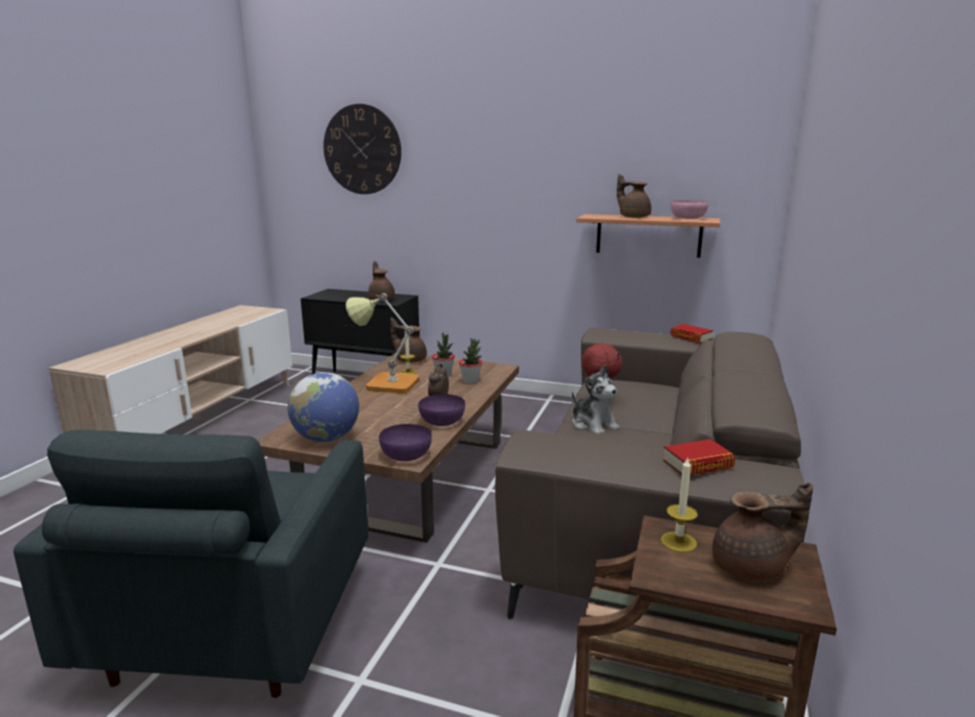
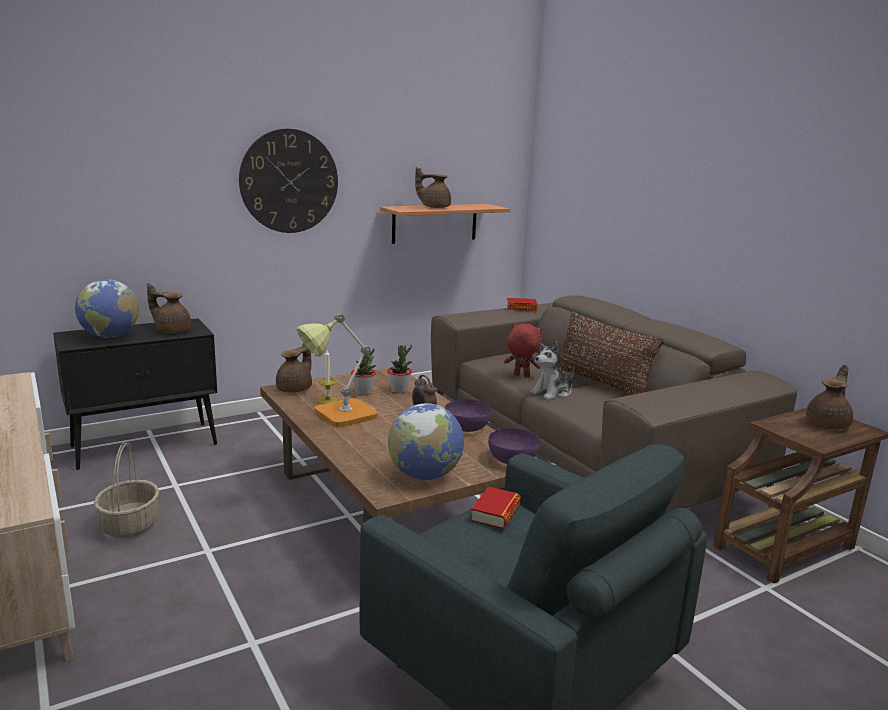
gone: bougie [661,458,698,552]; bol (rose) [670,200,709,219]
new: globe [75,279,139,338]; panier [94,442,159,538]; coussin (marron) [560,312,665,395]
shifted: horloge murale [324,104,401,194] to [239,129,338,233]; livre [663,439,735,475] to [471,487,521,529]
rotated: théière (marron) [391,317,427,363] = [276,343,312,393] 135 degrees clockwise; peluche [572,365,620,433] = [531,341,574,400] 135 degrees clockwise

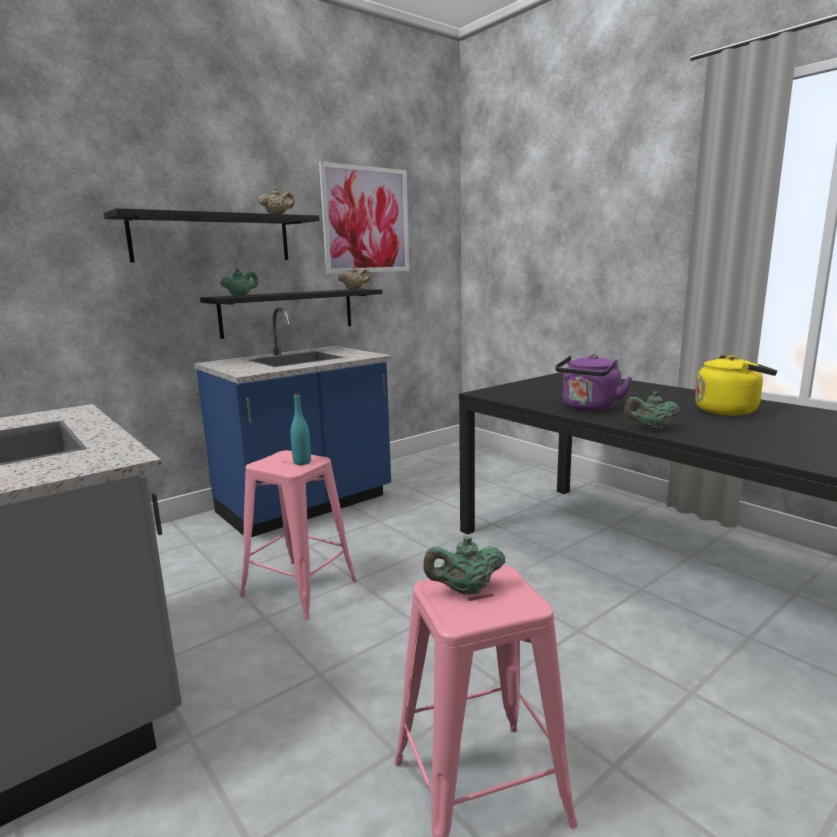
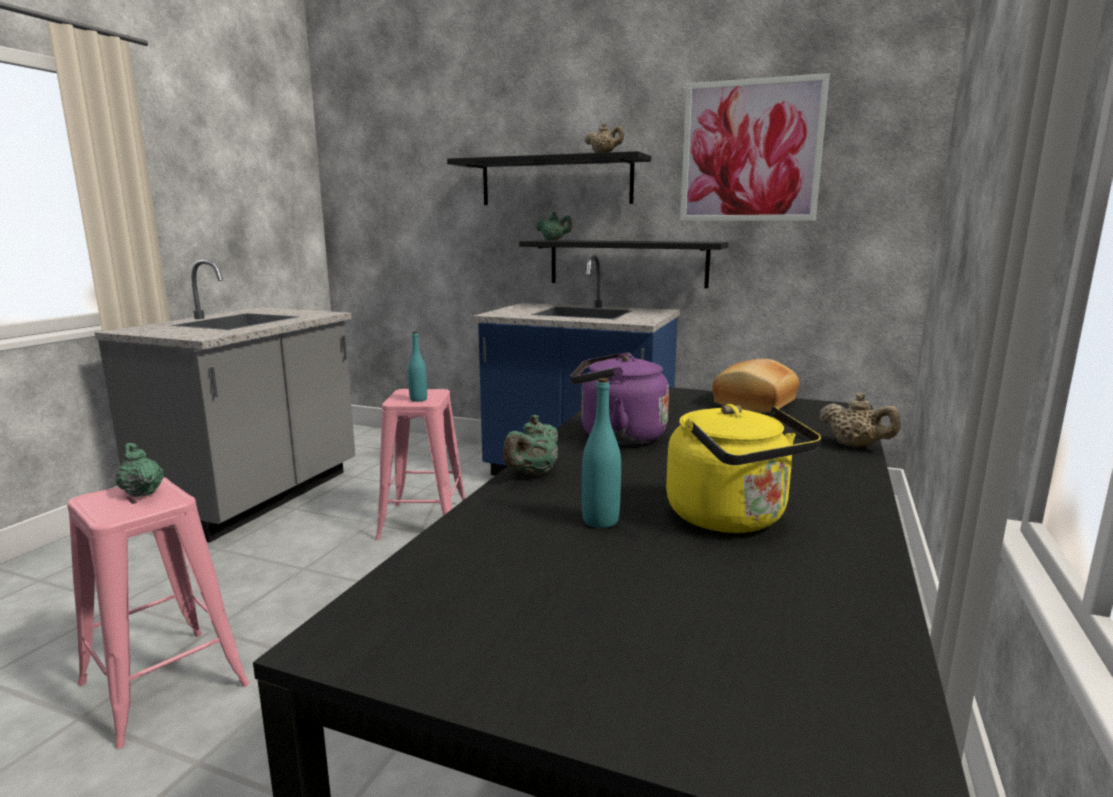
new: bouteille (turquoise) [582,378,621,528]; pain [712,359,799,413]
shifted: théière (beige) [338,265,370,289] to [819,393,901,448]
rotated: théière (vert) [624,391,680,430] = [503,415,558,476] 120 degrees counterclockwise

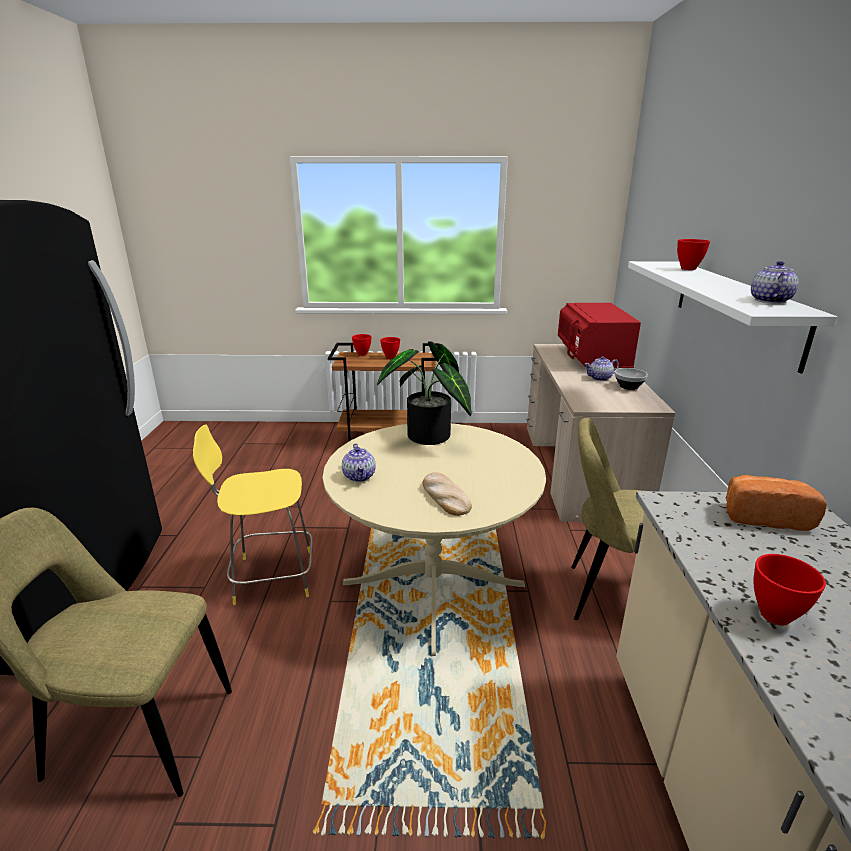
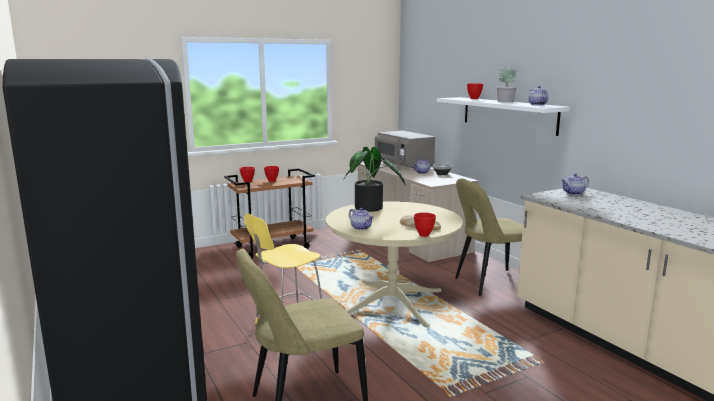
new: plante en pot [497,68,516,103]
shifted: bol (rouge) [754,554,826,625] to [414,213,436,237]
swapped: pain [725,475,827,531] to théière [561,173,589,195]
repainted: micro-ondes (rouge) [558,303,641,368] to micro-ondes (gris) [375,131,435,170]

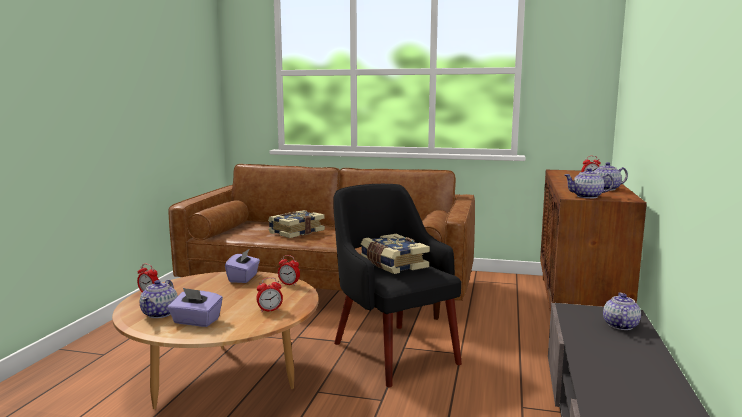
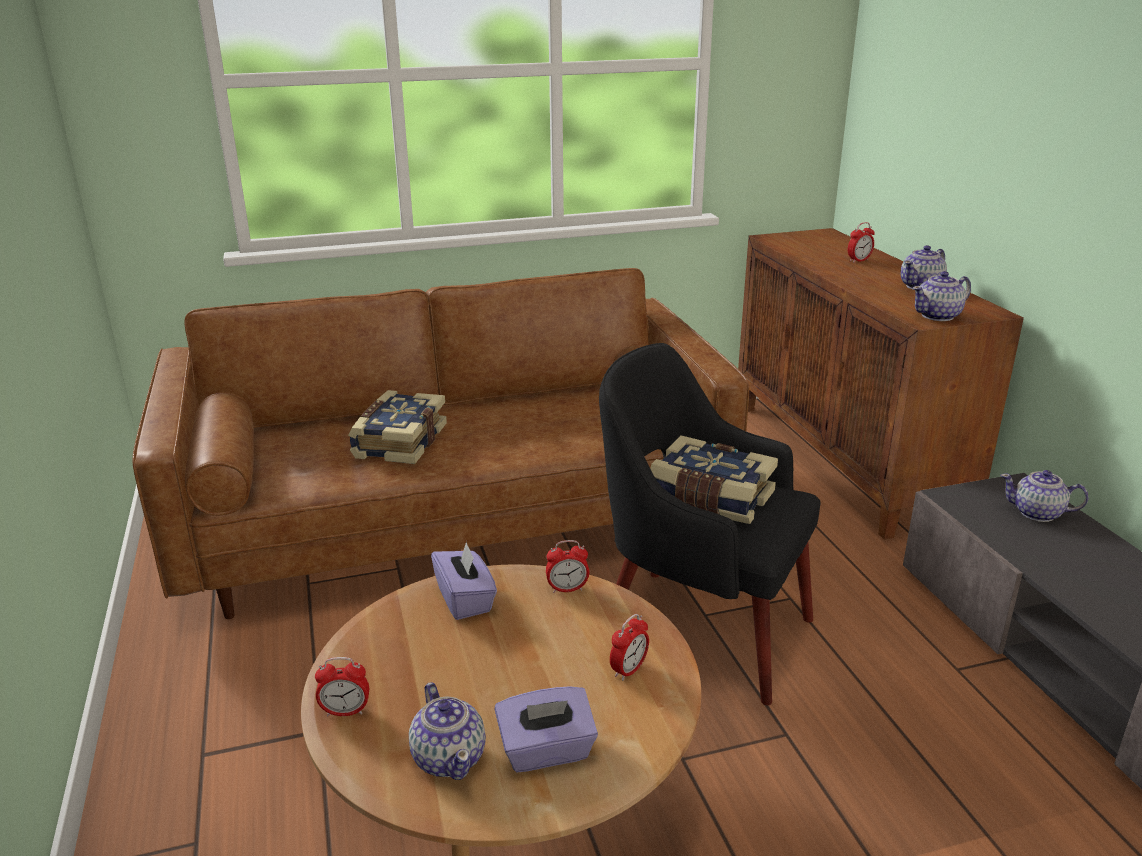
rotated: théière [603,293,641,330] = [1000,470,1089,522] 60 degrees counterclockwise

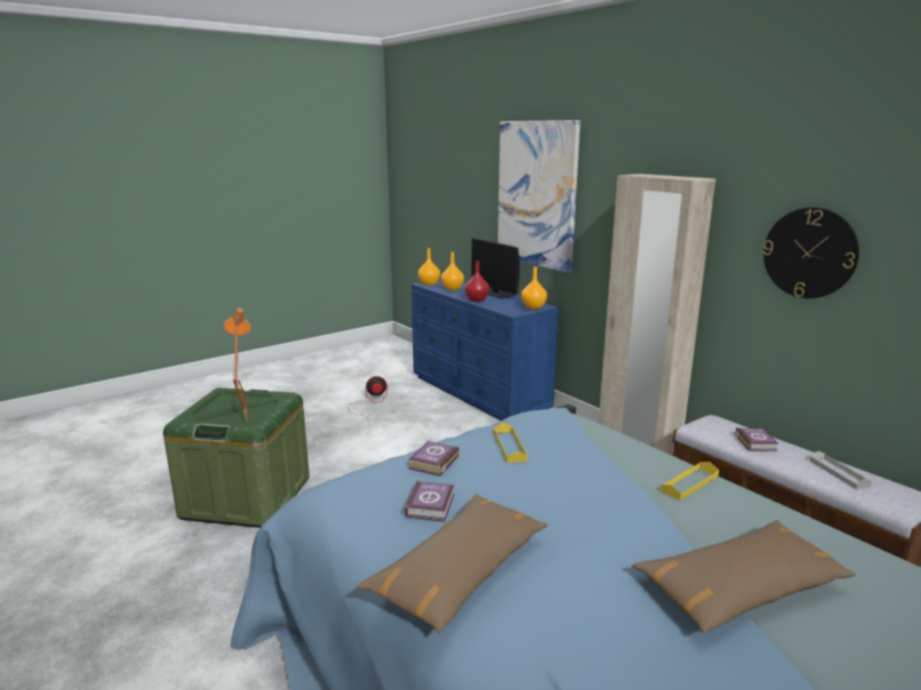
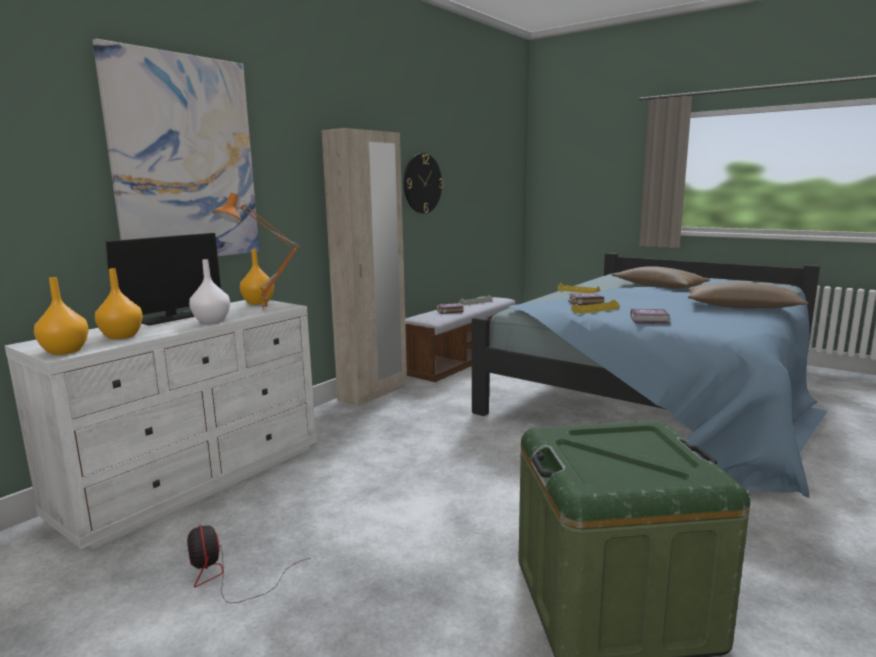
shifted: lampe de table (orange) [223,307,251,422] to [213,193,300,310]; livre [404,481,454,522] to [568,293,604,305]
repainted: commode (bleu) [411,279,559,421] to commode (blanc) [5,300,317,550]; vase (rouge) [465,261,489,302] to vase (blanc) [189,259,230,324]

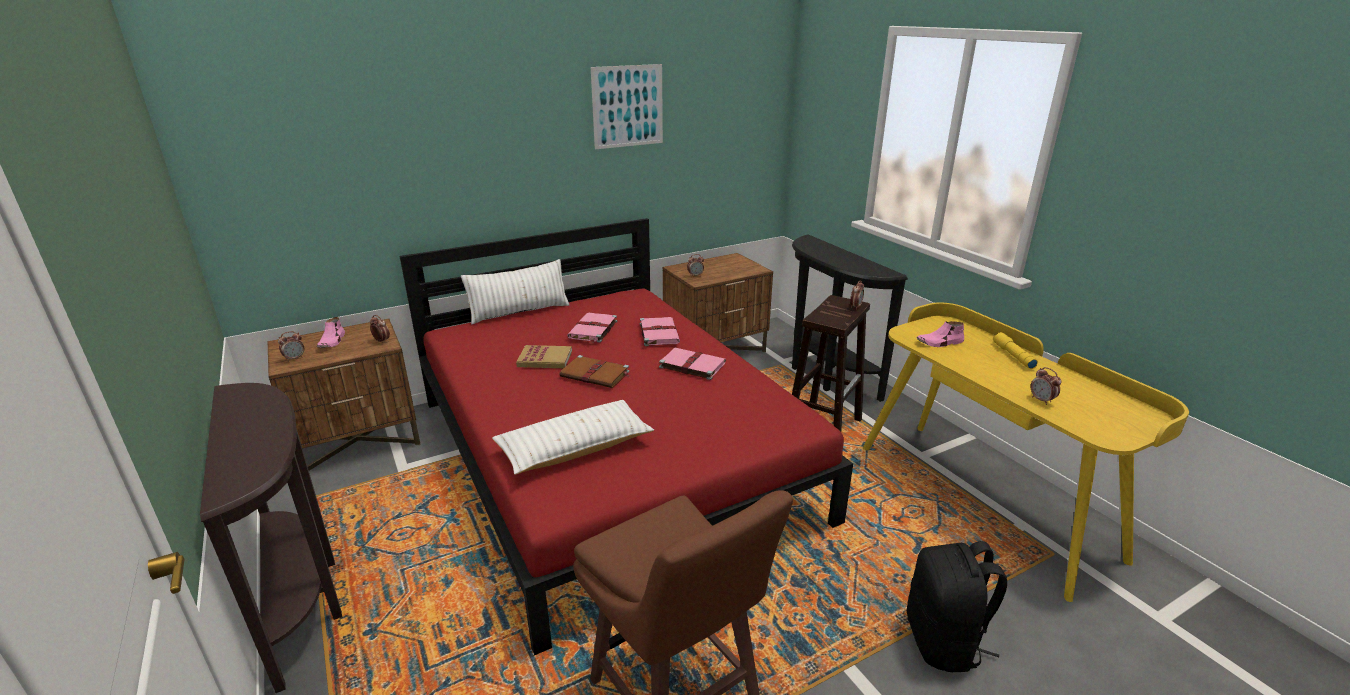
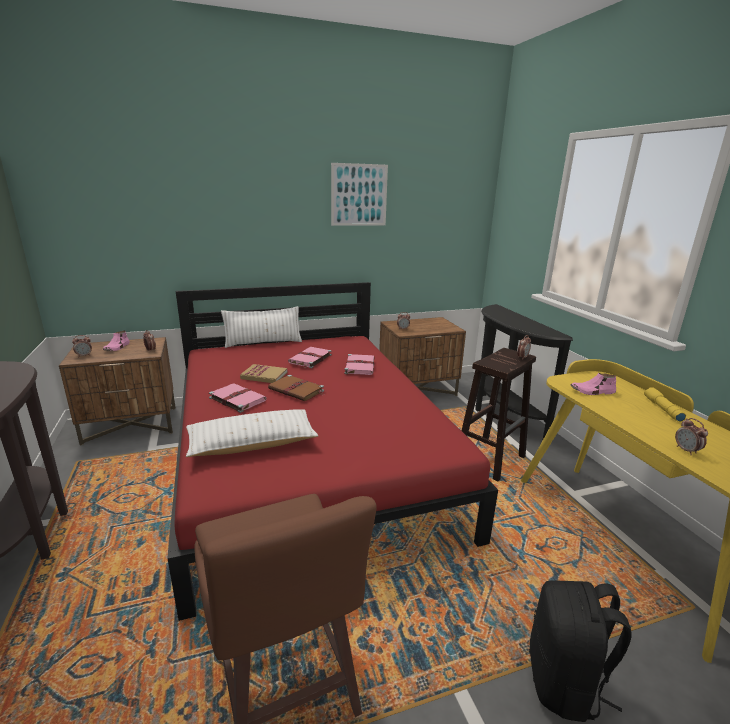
shifted: livre (rose) [657,348,726,380] to [209,383,267,413]

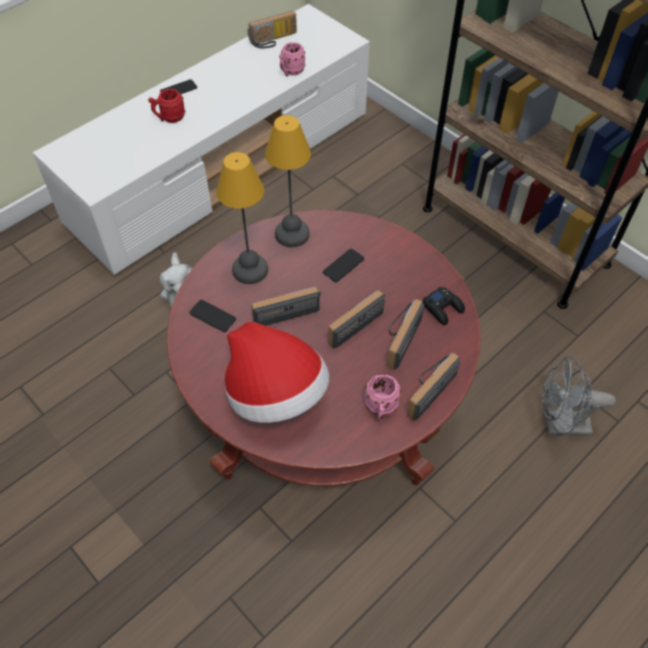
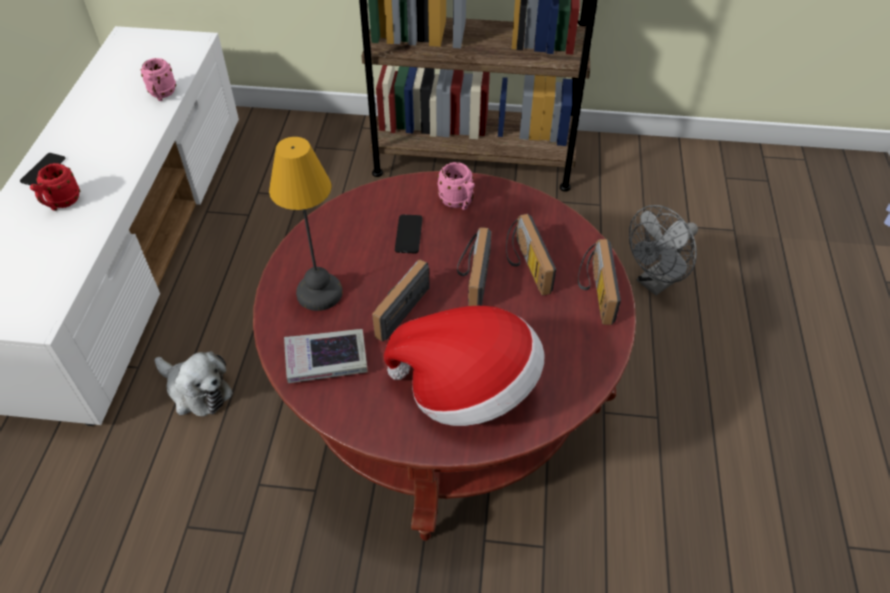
gone: radio [247,11,297,48]; lampe de table [265,115,311,247]; manette (noir) [423,287,465,325]
shifted: mug (rose) [365,374,401,420] to [437,162,475,210]
swapped: téléphone [189,300,236,332] to livre [284,329,368,383]

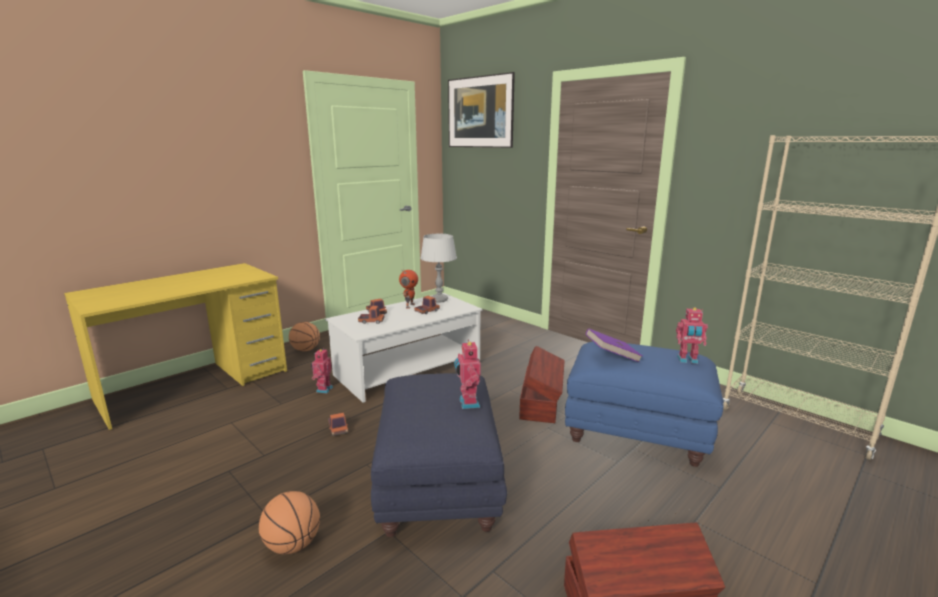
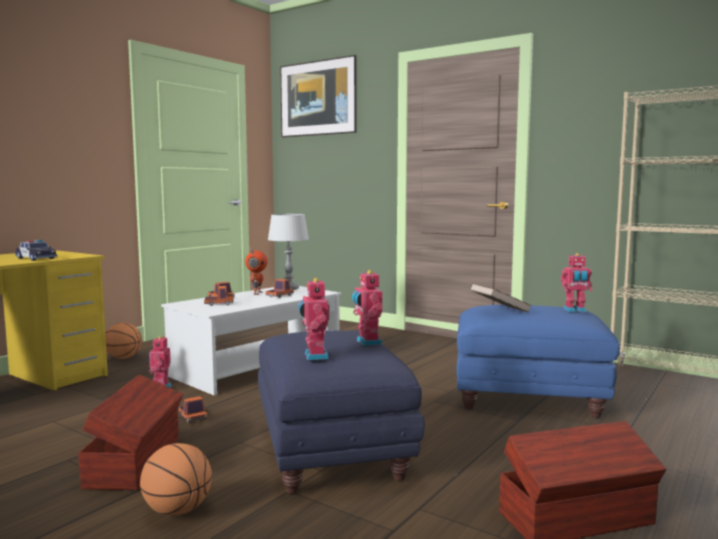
new: petite voiture [15,240,57,261]; robot jouet [298,278,329,360]
shifted: boîte de rangement (marron) [519,346,565,423] to [78,374,183,490]
repainted: livre (violet) [586,329,642,362] to livre (marron) [470,283,532,313]

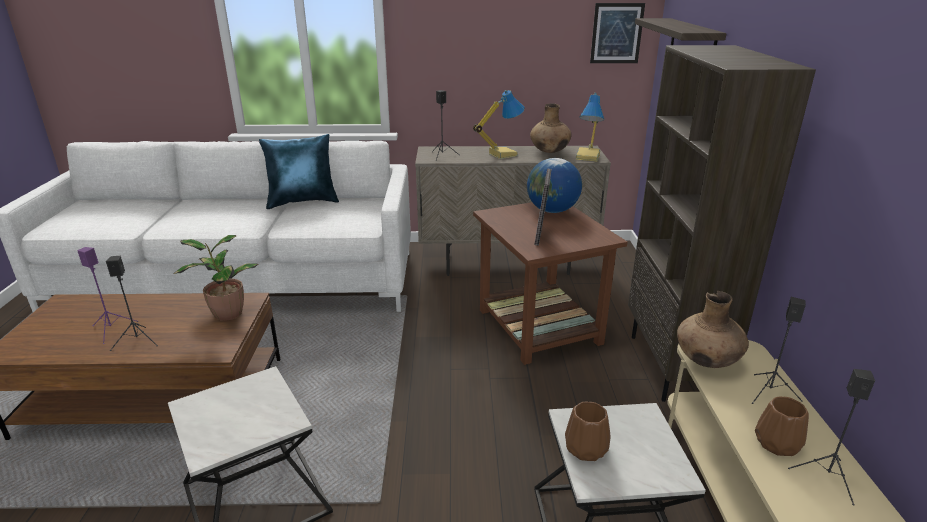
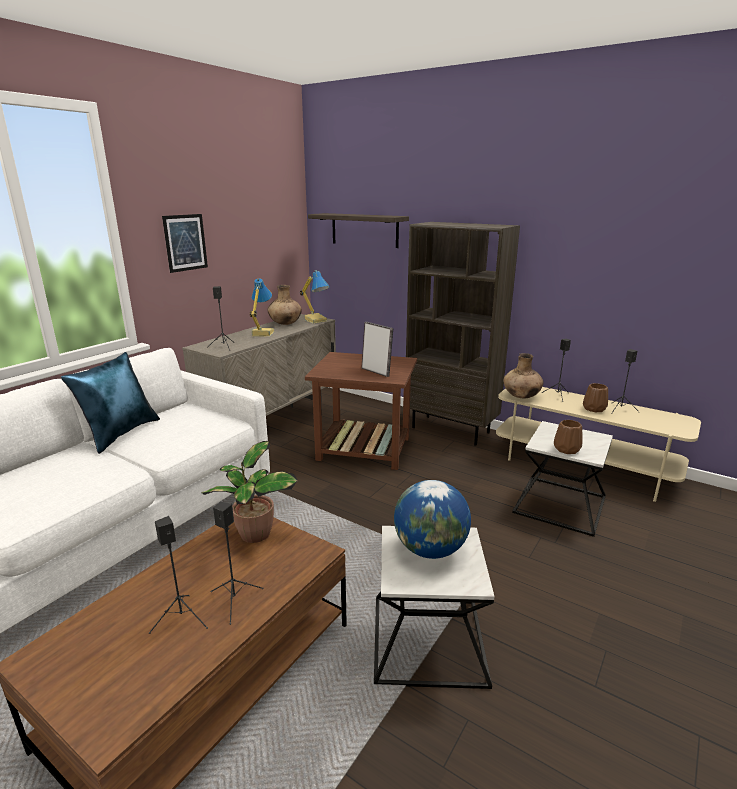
shifted: tableau [590,3,645,63] to [162,214,208,273]; globe [527,158,582,213] to [394,480,471,559]
repainted: enceinte (violet) [77,247,138,344] to enceinte (noir) [149,516,208,634]

